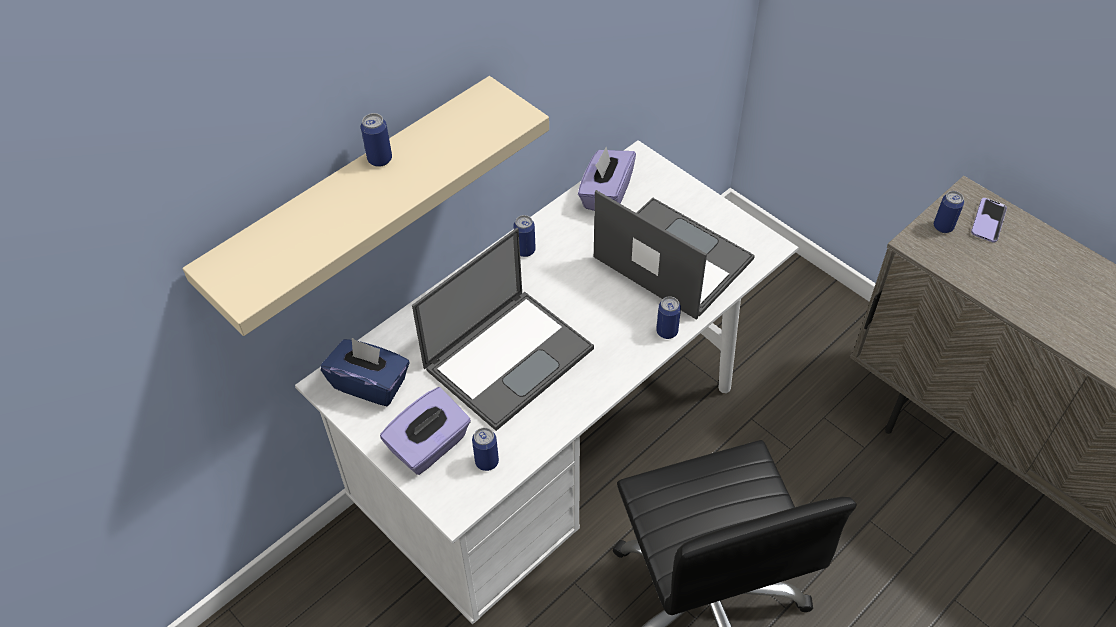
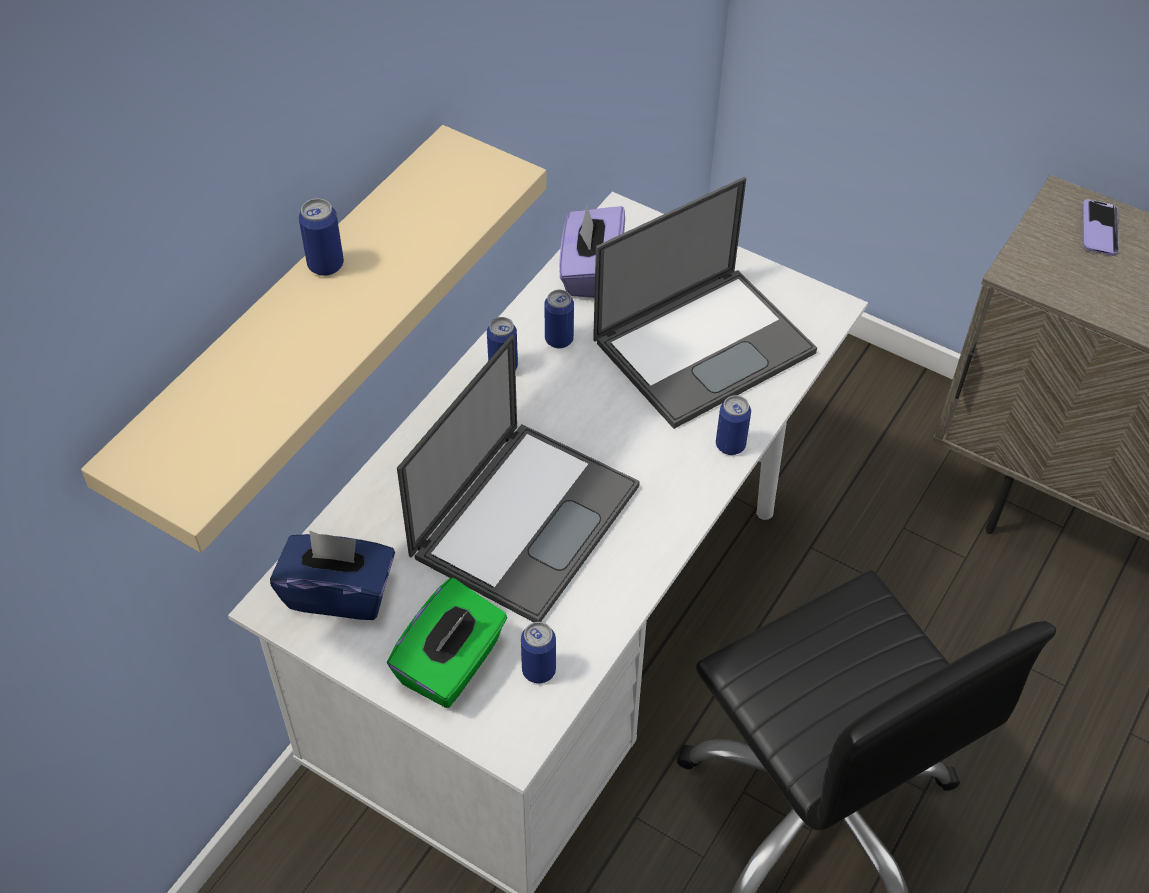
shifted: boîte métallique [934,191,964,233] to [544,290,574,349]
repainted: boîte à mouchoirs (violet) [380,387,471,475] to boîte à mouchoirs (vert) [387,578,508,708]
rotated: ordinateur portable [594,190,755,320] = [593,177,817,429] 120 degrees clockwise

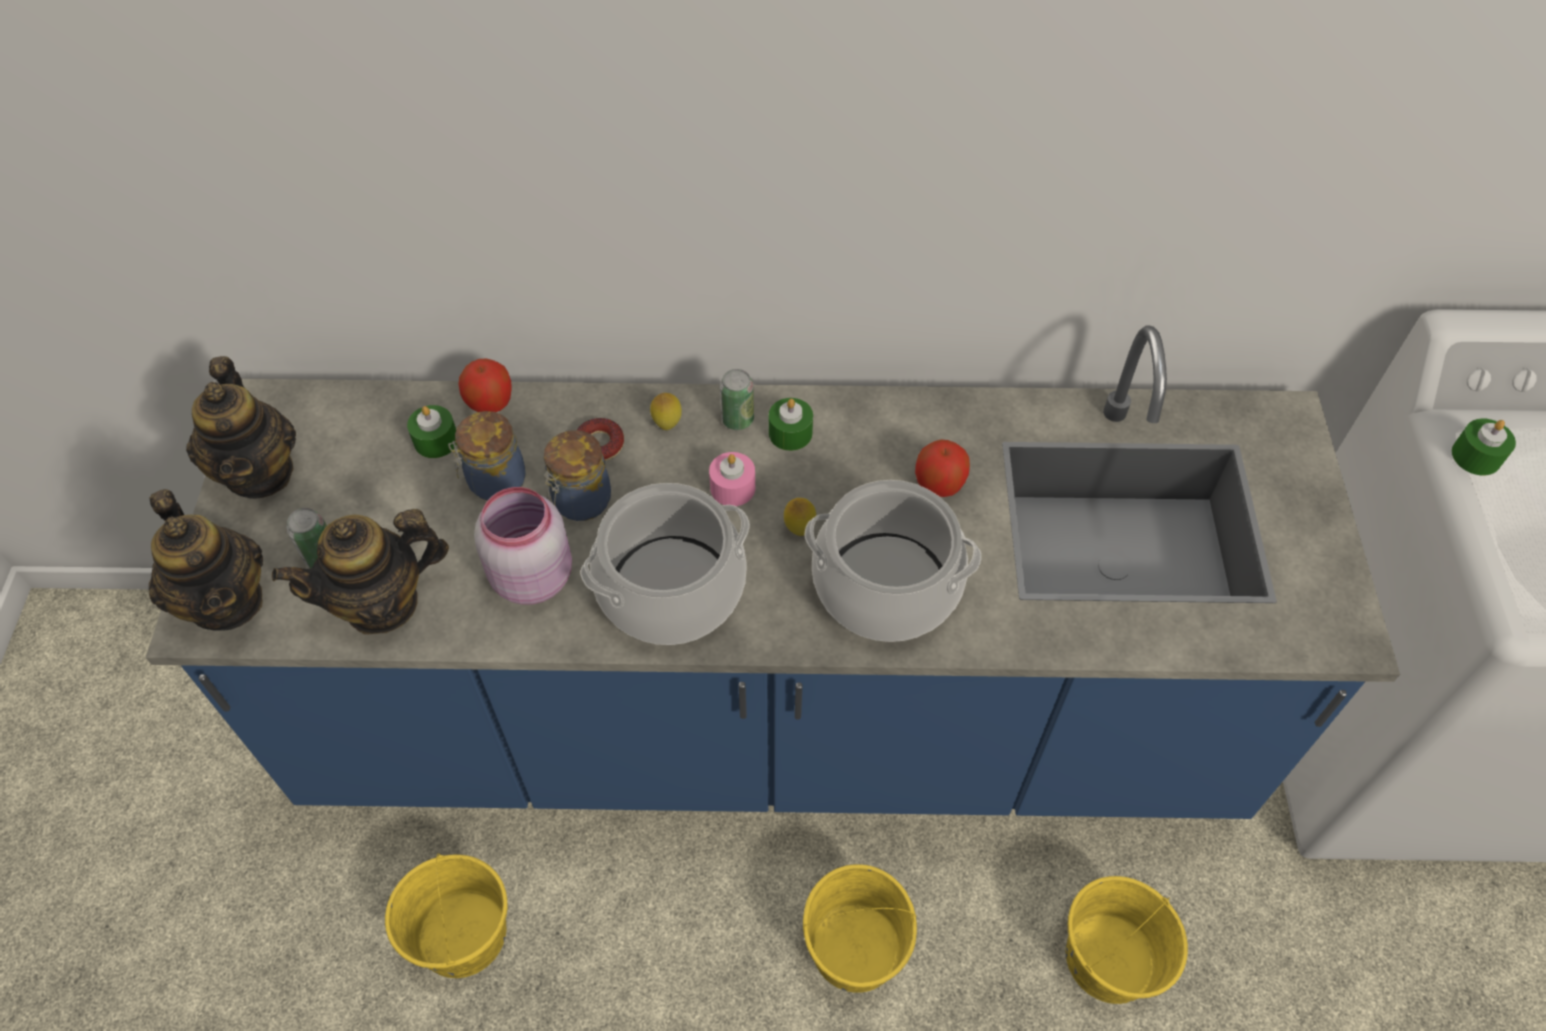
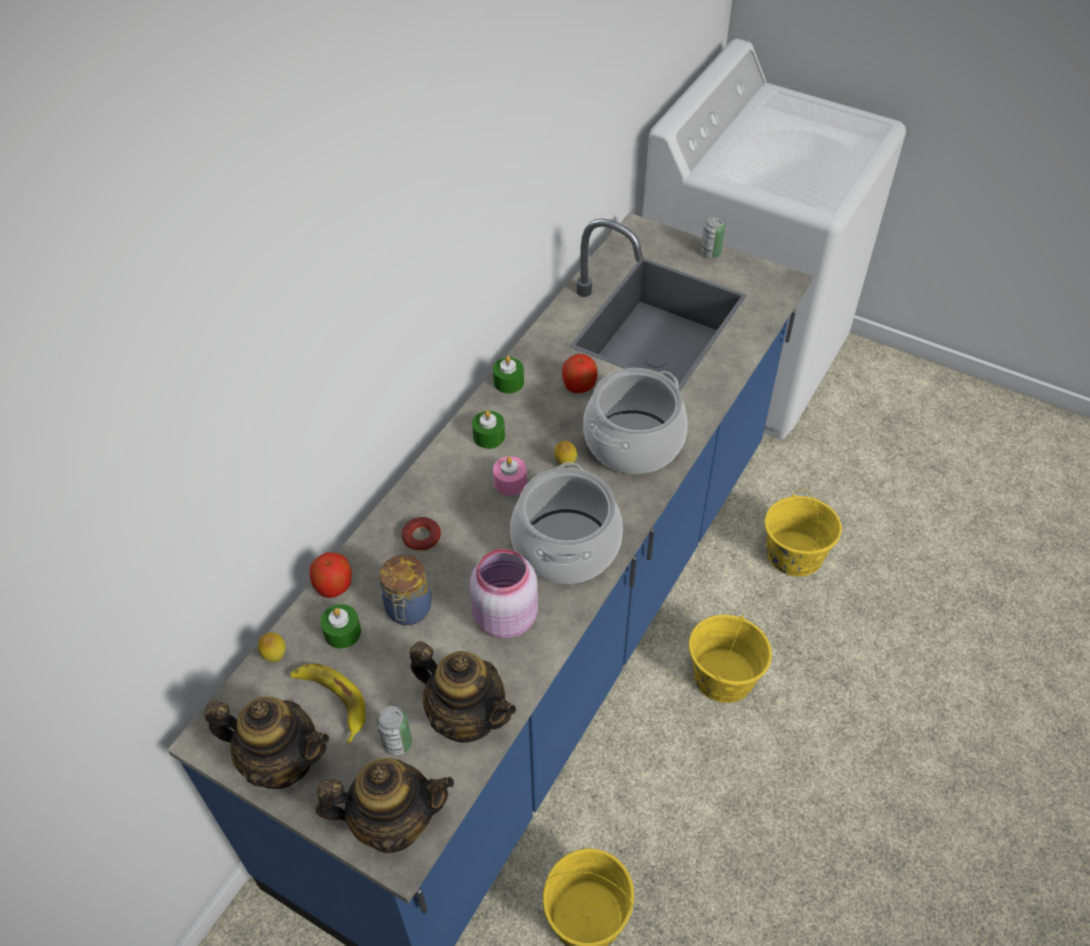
gone: bocal [543,430,611,521]
new: banane [290,664,366,744]
shifted: citron [650,393,682,430] to [258,632,286,662]; bougie (vert) [1452,418,1516,476] to [493,356,524,394]; boîte métallique [720,369,754,430] to [701,216,725,258]
rotated: théière [272,509,449,634] = [410,641,516,743] 60 degrees counterclockwise

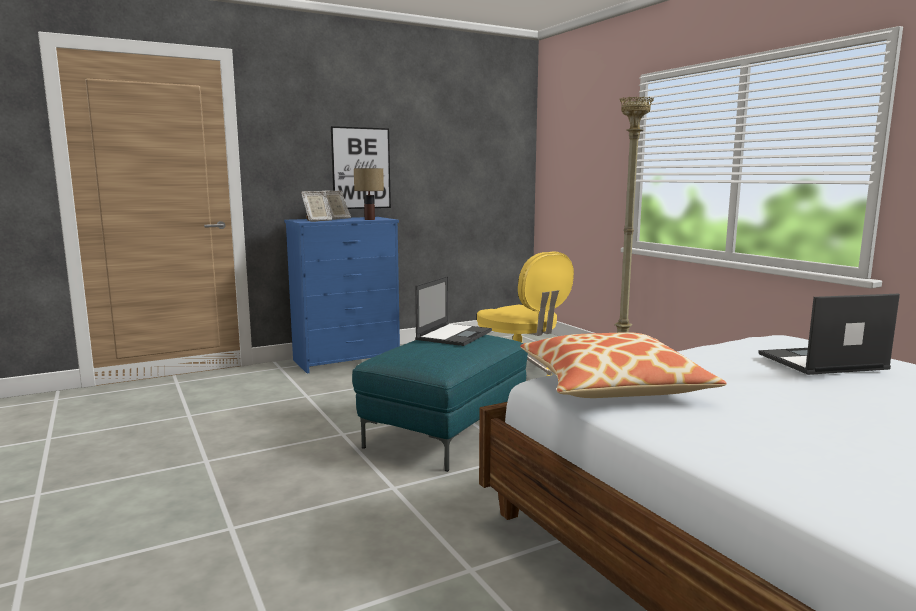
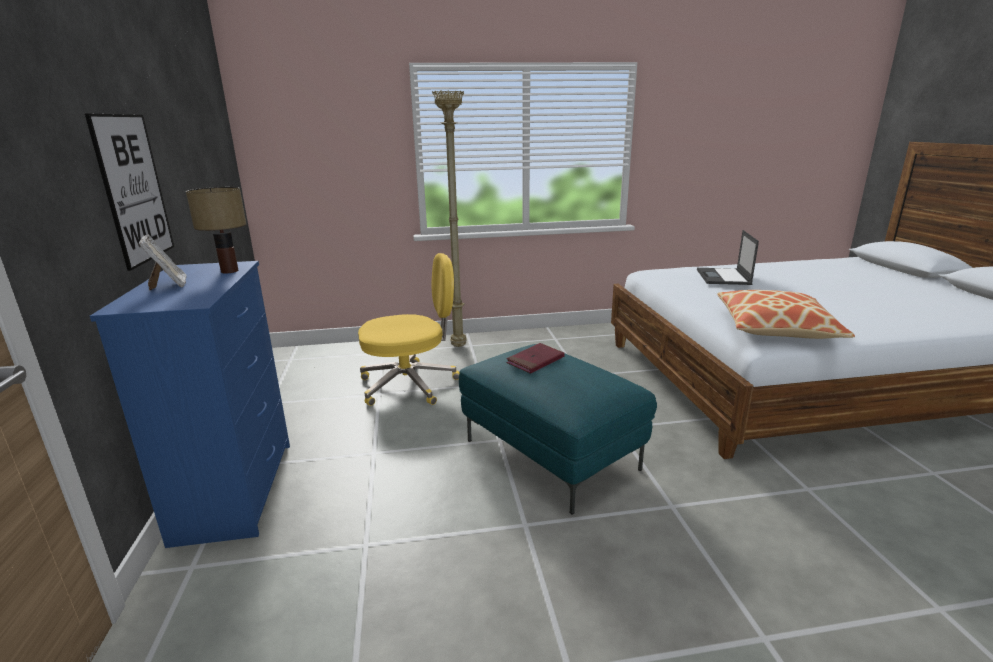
gone: cadre photo [301,191,332,222]
swapped: ordinateur portable [415,276,492,346] to livre (rouge) [506,343,565,373]

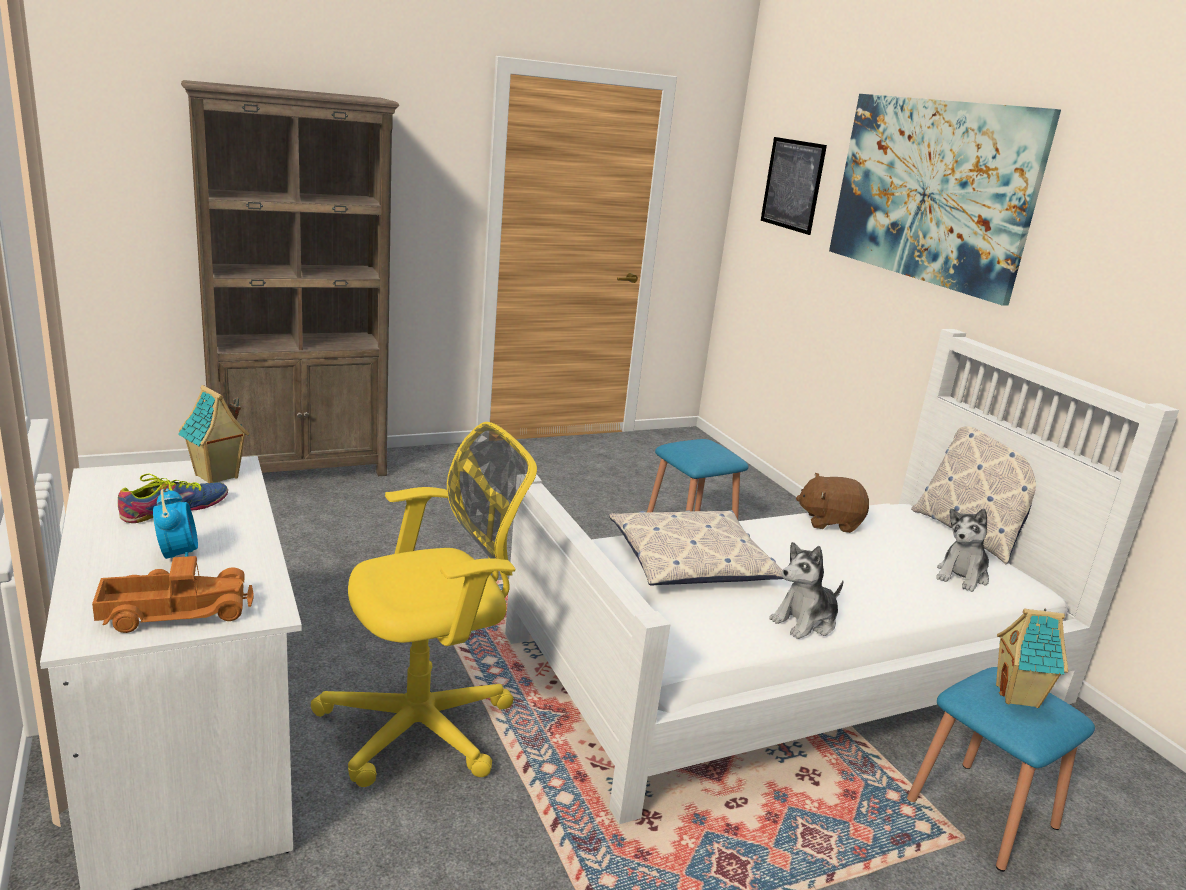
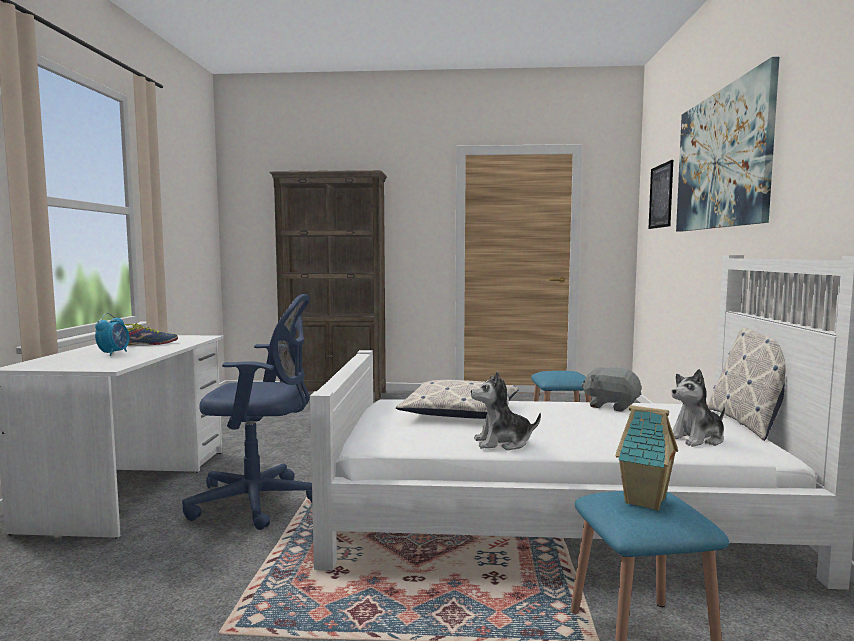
gone: camion jouet [92,556,254,633]; maison miniature [178,385,250,483]
repainted: chaise de bureau (jaune) [311,422,537,787] to chaise de bureau (bleu) [182,294,312,530]; peluche (marron) [796,473,869,533] to peluche (gris) [581,367,641,412]

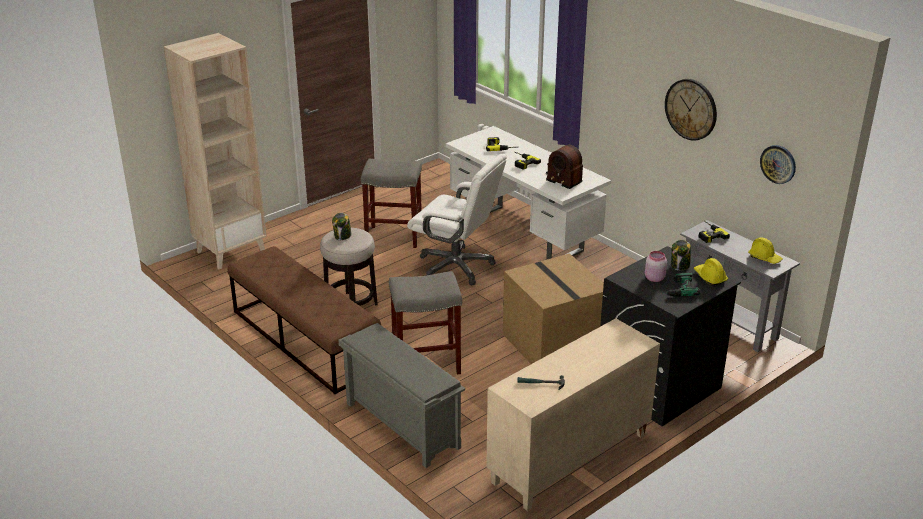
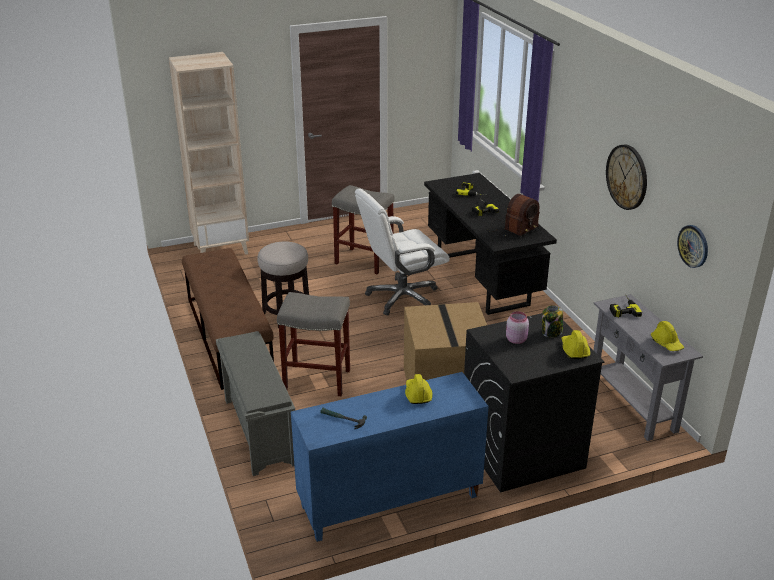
gone: bocal [332,213,352,240]; perceuse [659,272,701,297]
new: casque de chantier (jaune) [405,374,432,404]
repainted: meuble de rangement (beige) [486,318,660,511] to meuble de rangement (bleu) [291,372,489,542]; bureau (blanc) [446,126,611,260] to bureau (noir) [424,173,557,315]
rotated: chaise de bureau (blanc) [407,153,507,285] = [355,188,450,315] 105 degrees clockwise; radio [546,145,583,189] = [488,194,540,238] 105 degrees counterclockwise

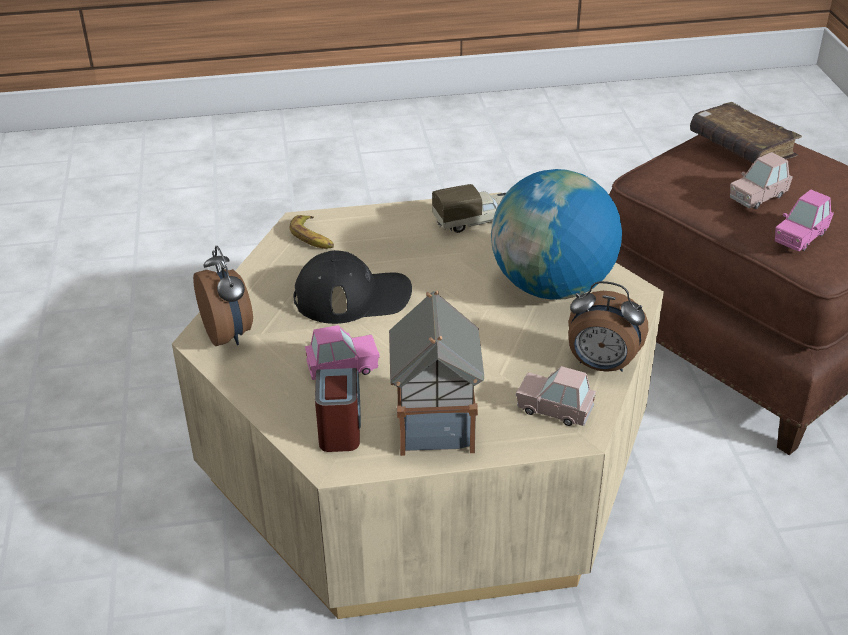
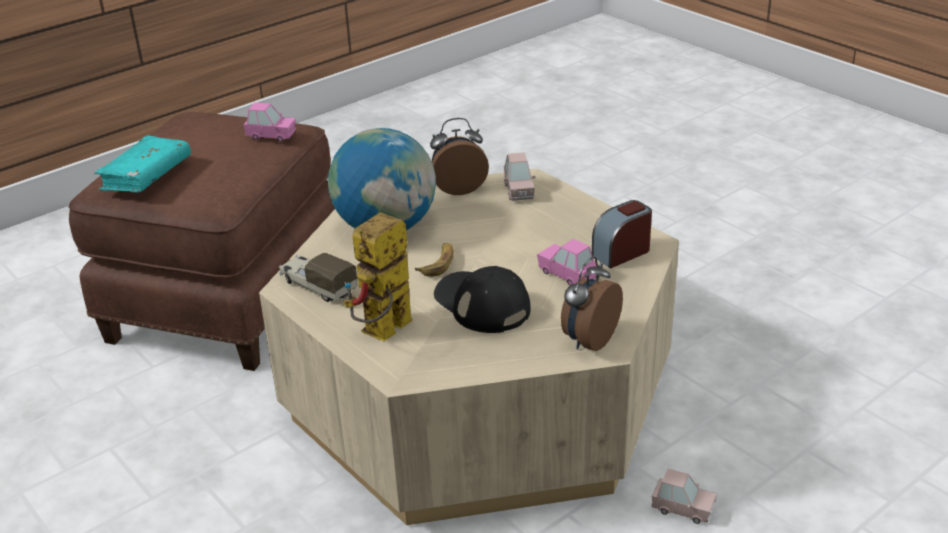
gone: maison miniature [389,291,484,456]
new: robot jouet [344,212,412,341]
shifted: banane [290,215,334,249] to [415,243,454,277]; petite voiture (rose) [730,152,793,209] to [652,469,717,524]
repainted: livre (marron) [690,102,802,163] to livre (turquoise) [94,136,191,192]
rotated: réveil [568,281,648,372] = [430,118,489,195] 90 degrees counterclockwise

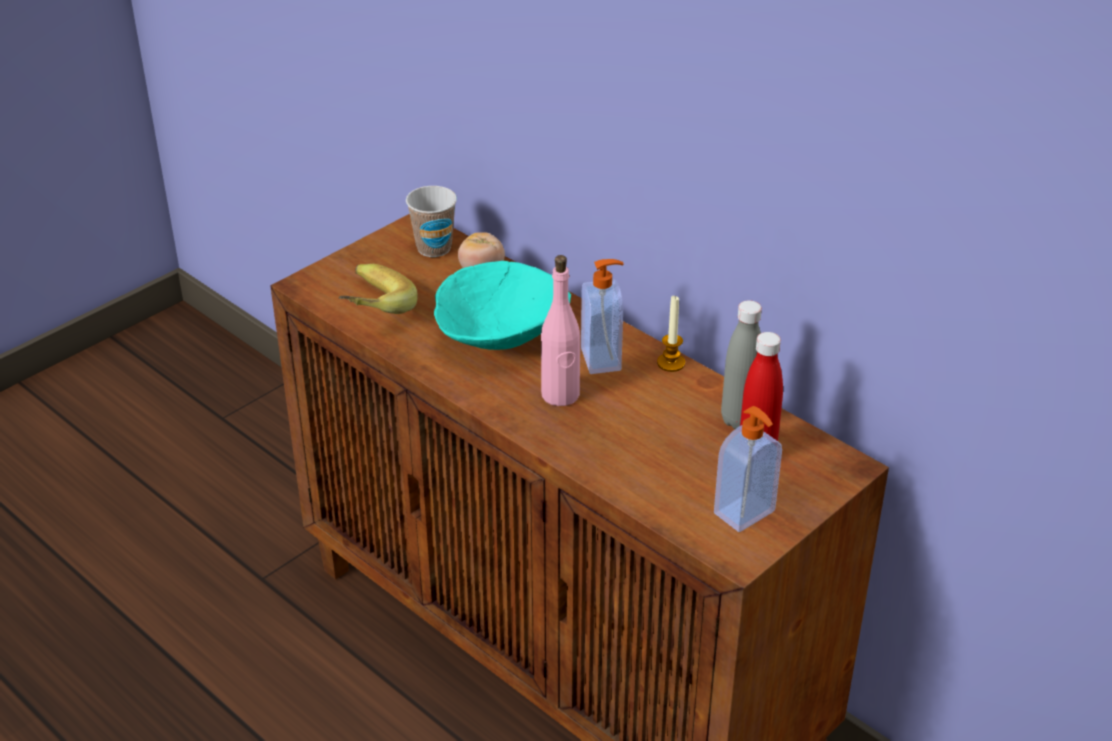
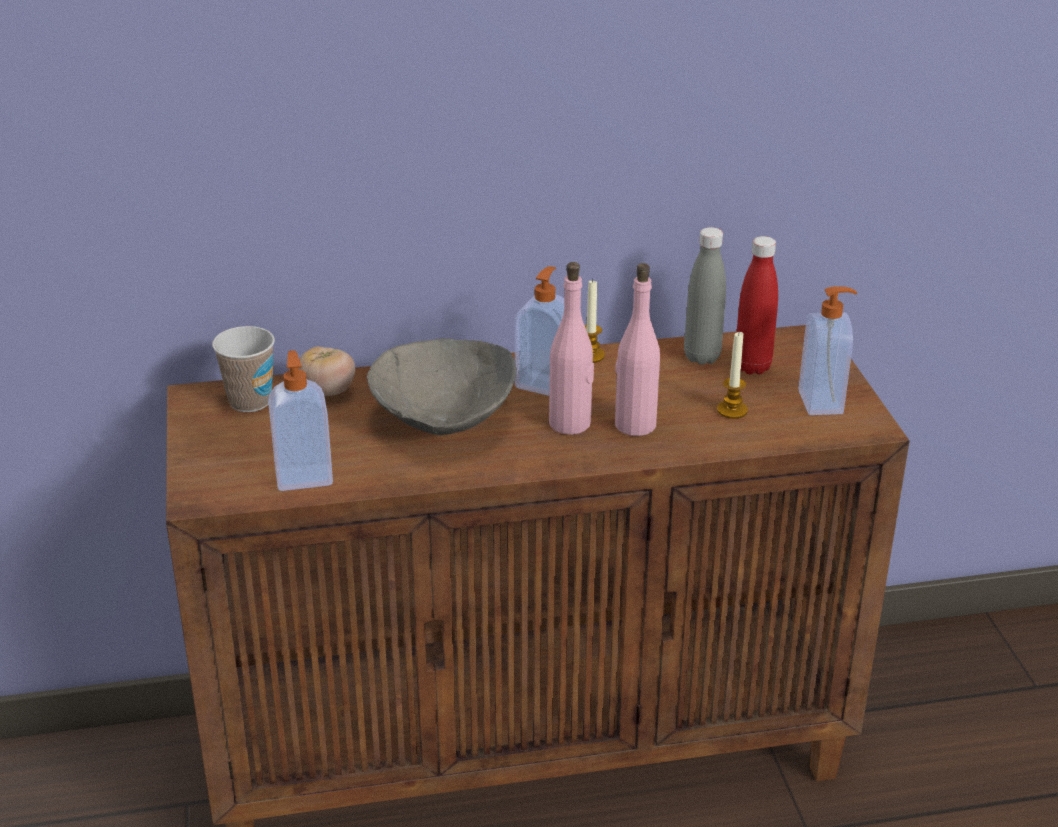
new: bouteille (rose) [615,263,660,436]; bougie [717,332,748,419]
swapped: banane [338,264,418,314] to distributeur de savon [268,350,333,491]
repainted: bol (turquoise) [434,261,571,350] to bol (gris) [367,338,516,435]

